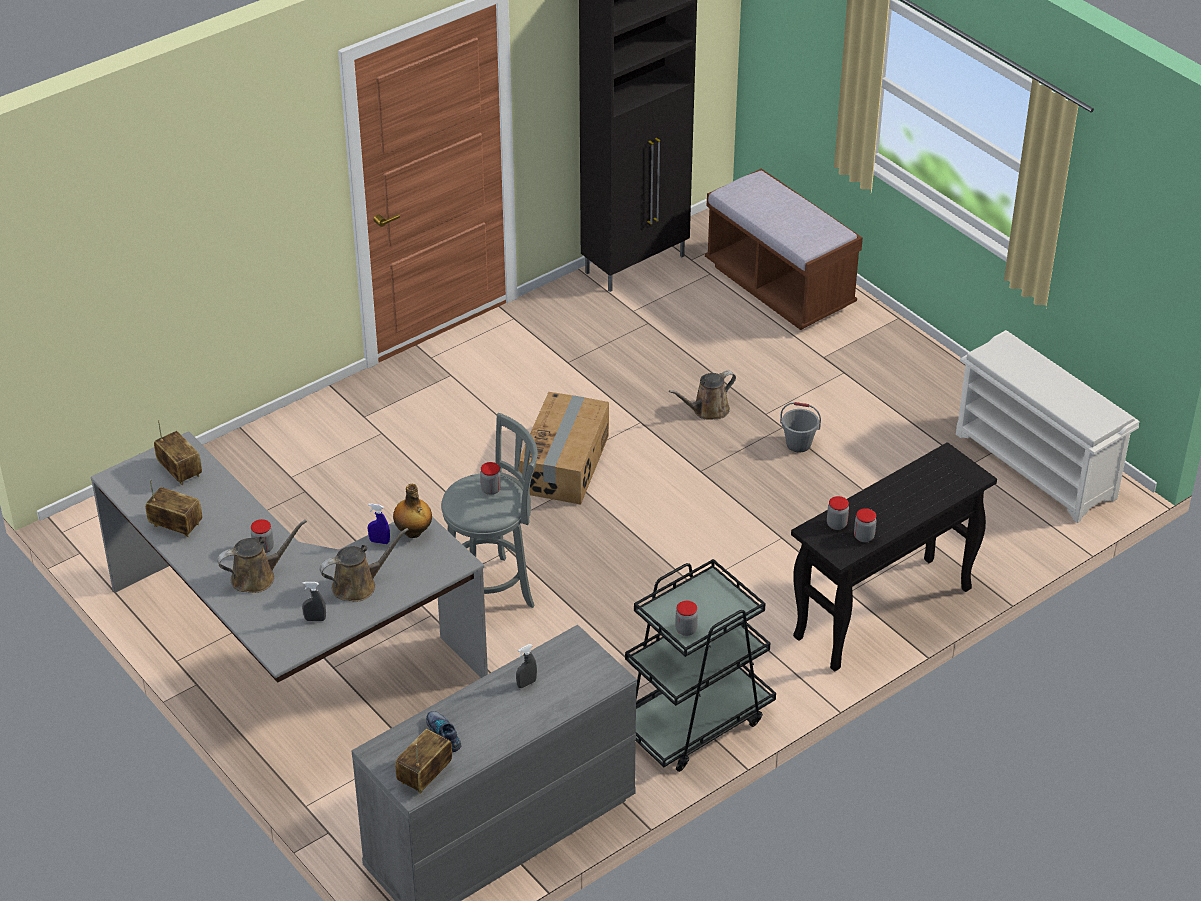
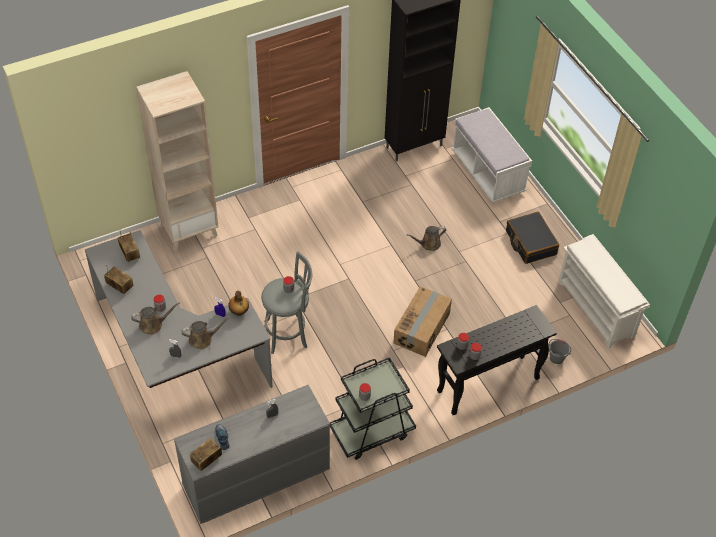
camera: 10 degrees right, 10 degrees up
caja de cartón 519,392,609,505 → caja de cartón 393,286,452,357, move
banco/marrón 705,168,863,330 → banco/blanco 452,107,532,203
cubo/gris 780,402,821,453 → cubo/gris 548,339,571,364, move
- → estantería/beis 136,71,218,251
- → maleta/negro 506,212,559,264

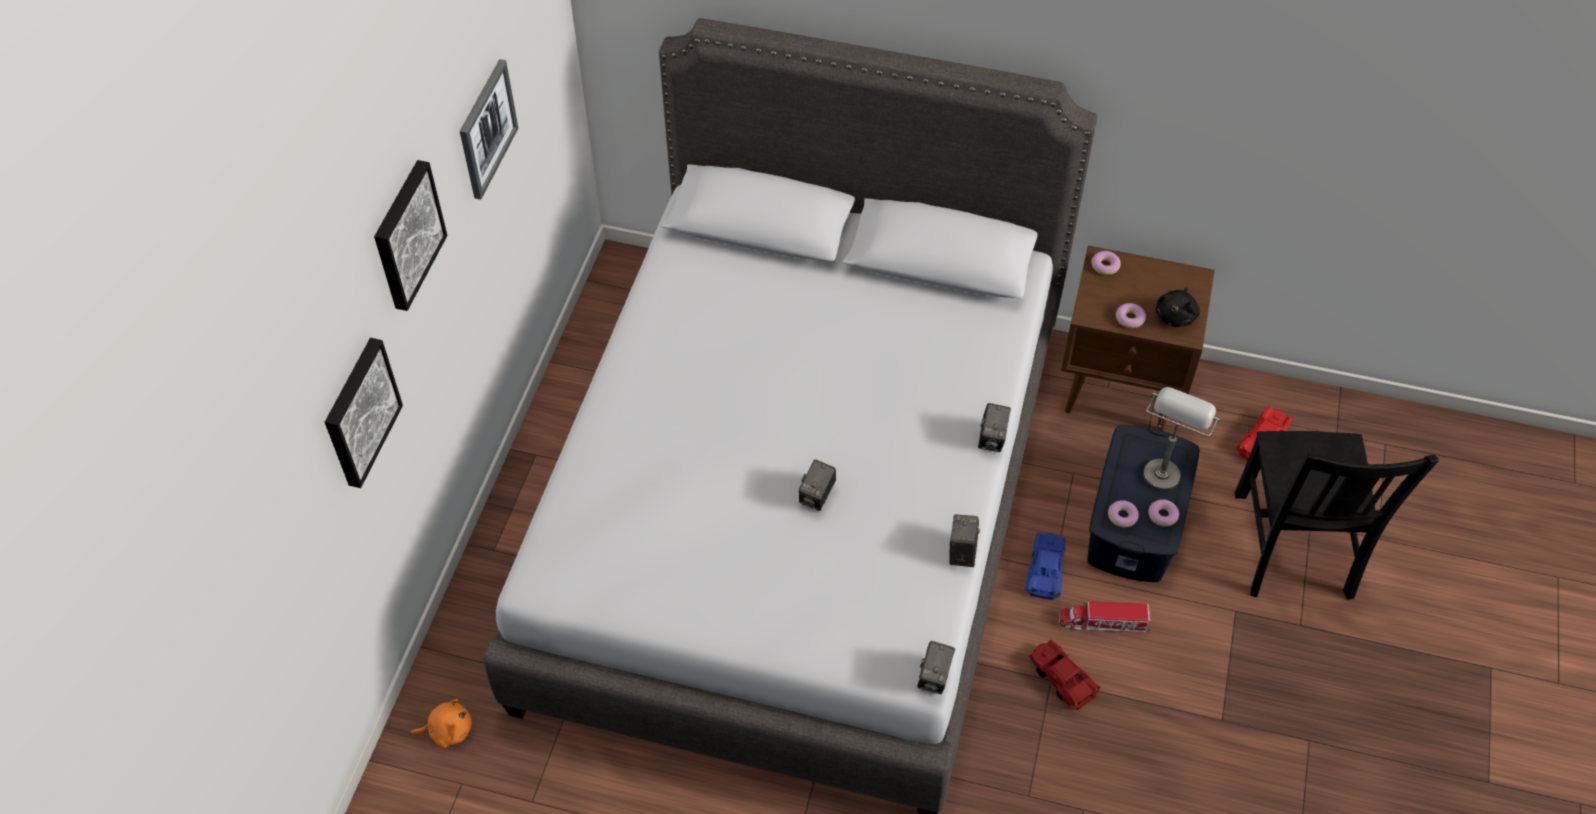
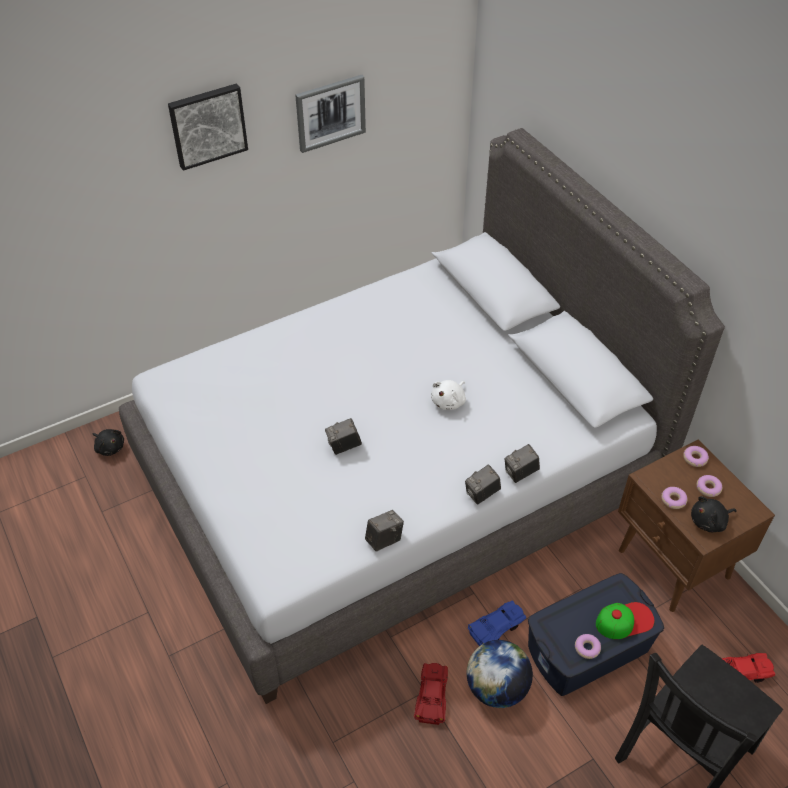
camera: 45 degrees right, 5 degrees down
cuadro 325,338,403,488 → -
peluche/naranja 410,699,472,748 → peluche/negro 92,429,124,456
cámara 917,641,955,694 → cámara 504,444,540,483, move
camión de juguete 1059,600,1150,632 → globo terráqueo 467,640,533,708
rosquilla 1108,500,1139,528 → rosquilla 697,475,722,497, move
lámpara de mesa/gris 1143,387,1220,491 → gorra 596,602,654,639
- → peluche/blanco 431,380,466,410

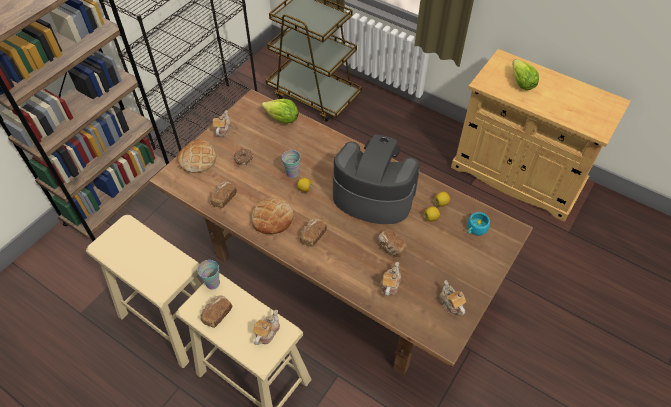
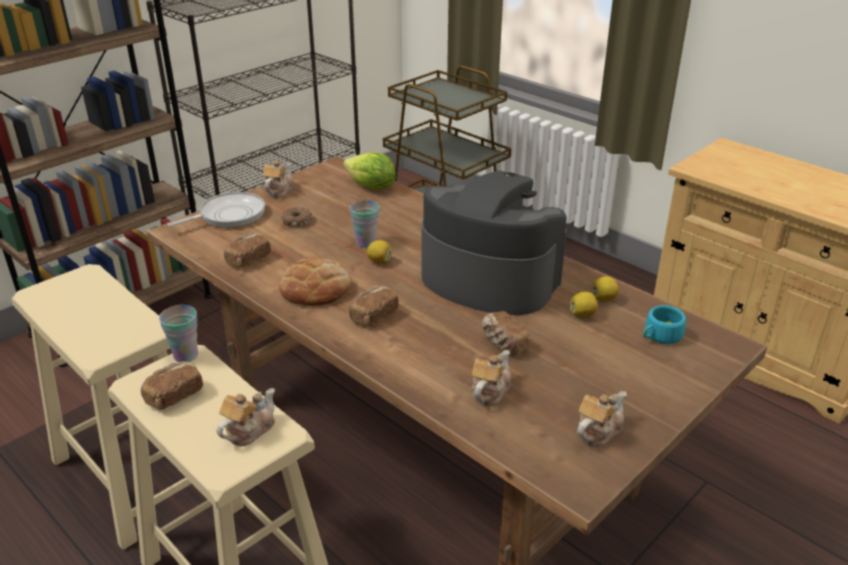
camera: 10 degrees right, 20 degrees down
pan 177,139,217,173 → sartén 168,192,265,228
tetera 440,280,466,316 → tetera 577,391,627,447, 60 degrees clockwise
lechuga 512,59,539,90 → -

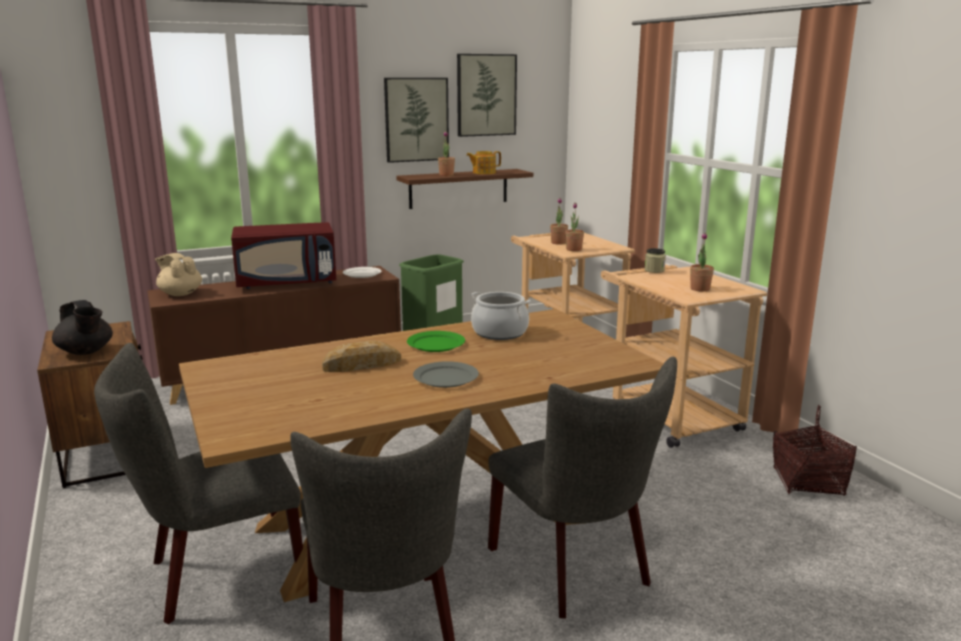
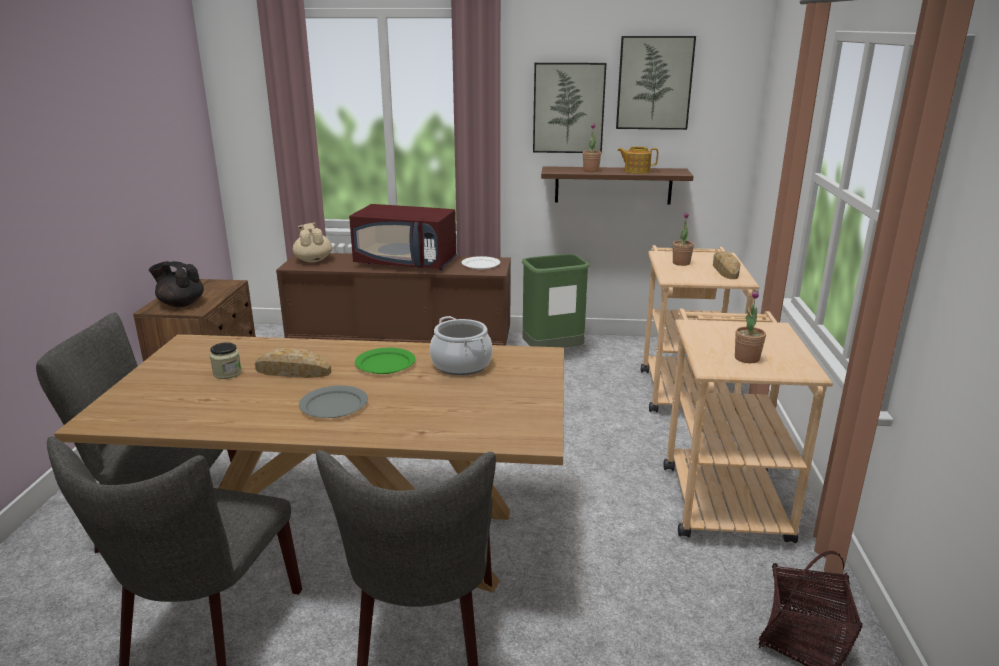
camera: 30 degrees right, 5 degrees up
tetera/negro 52,300,113,355 → tetera/negro 149,261,204,307, 120 degrees clockwise
planta en maceta 565,203,584,251 → -
tarro 645,248,666,273 → tarro 210,342,241,379, move
- → pan 713,252,740,279

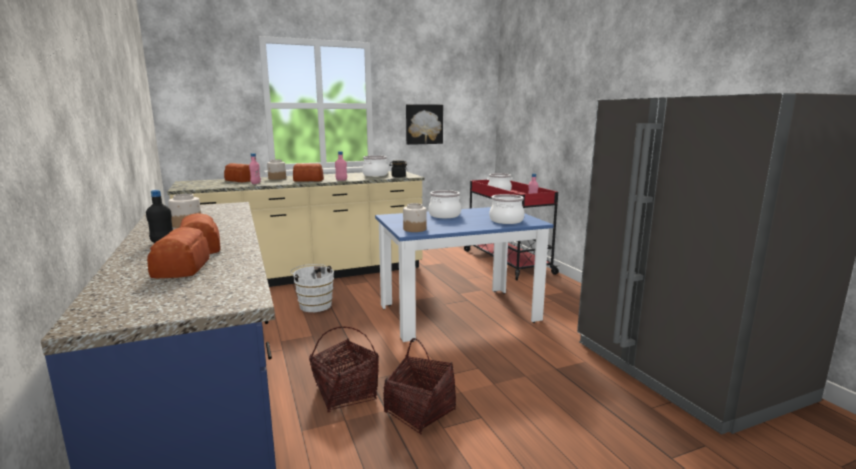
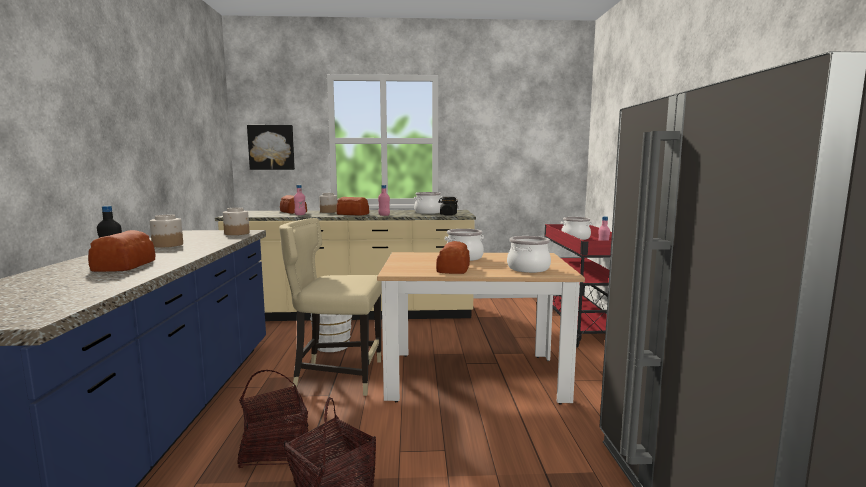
camera: 20 degrees right, 5 degrees down
pan 147,227,210,278 → pan 436,241,470,274, move
mesa de comedor/azul 375,207,553,342 → mesa de comedor/beis 377,252,585,405
tarro 403,203,427,232 → tarro 223,208,249,235, move
cuadro 406,104,443,145 → cuadro 247,125,295,170, move
- → silla/beis 279,218,382,396

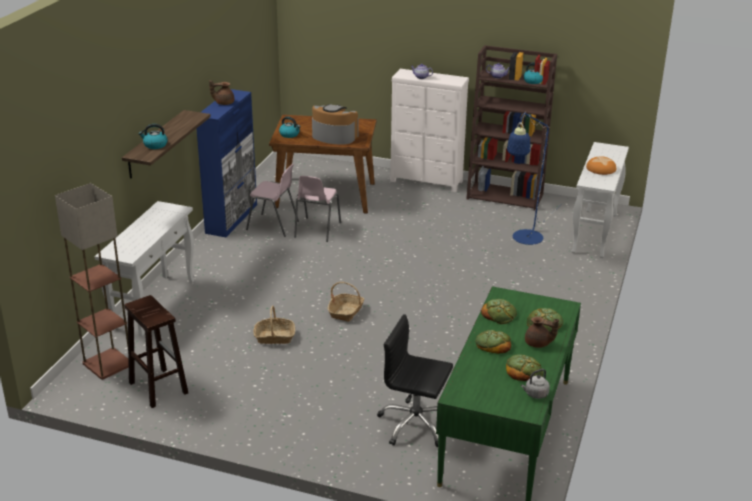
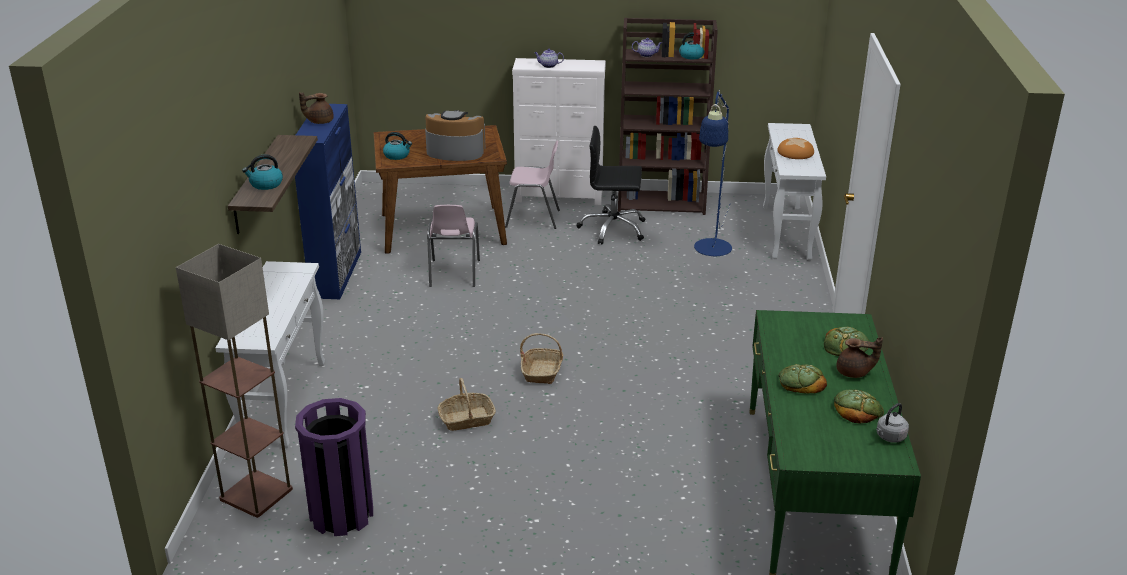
camera: 15 degrees left, 0 degrees up
taburete/marrón 124,295,188,408 → papelera/morado 295,398,373,536
silla/rosa 246,164,299,237 → silla/rosa 505,141,560,229, move
silla de oficina/negro 377,314,453,447 → silla de oficina/negro 577,126,645,245, move
pan 481,299,517,324 → -

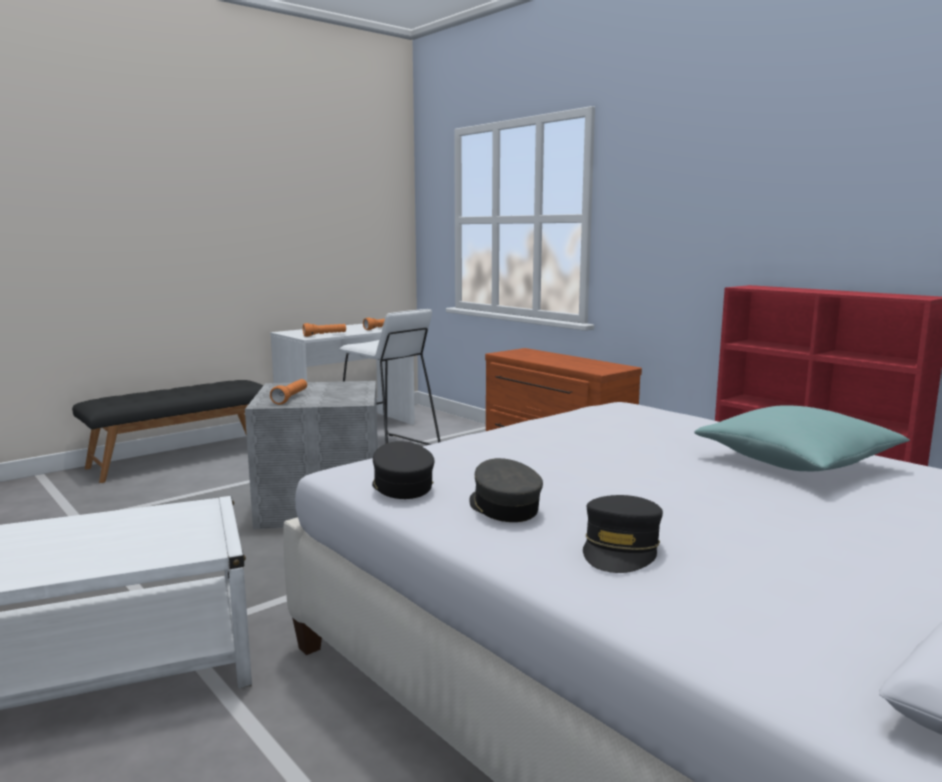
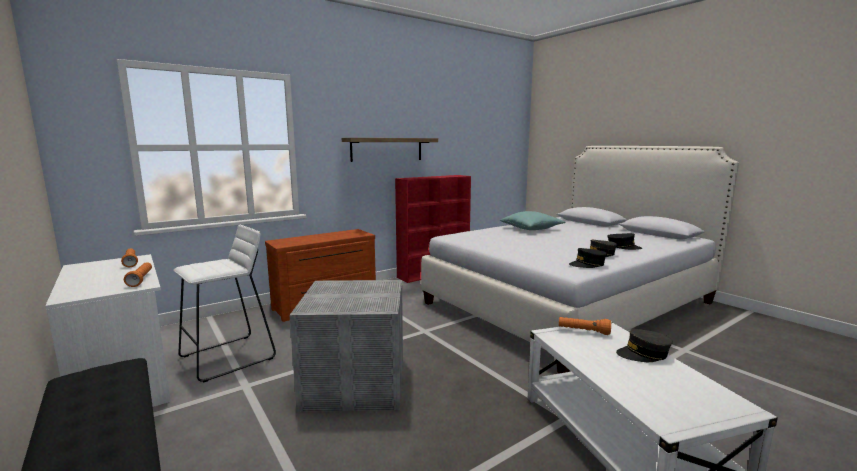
camera: 85 degrees left, 0 degrees up
linterna/naranja 270,379,307,405 → linterna/naranja 559,317,611,335, move
- → estante 342,138,438,162
- → gorra/gris 616,329,673,362

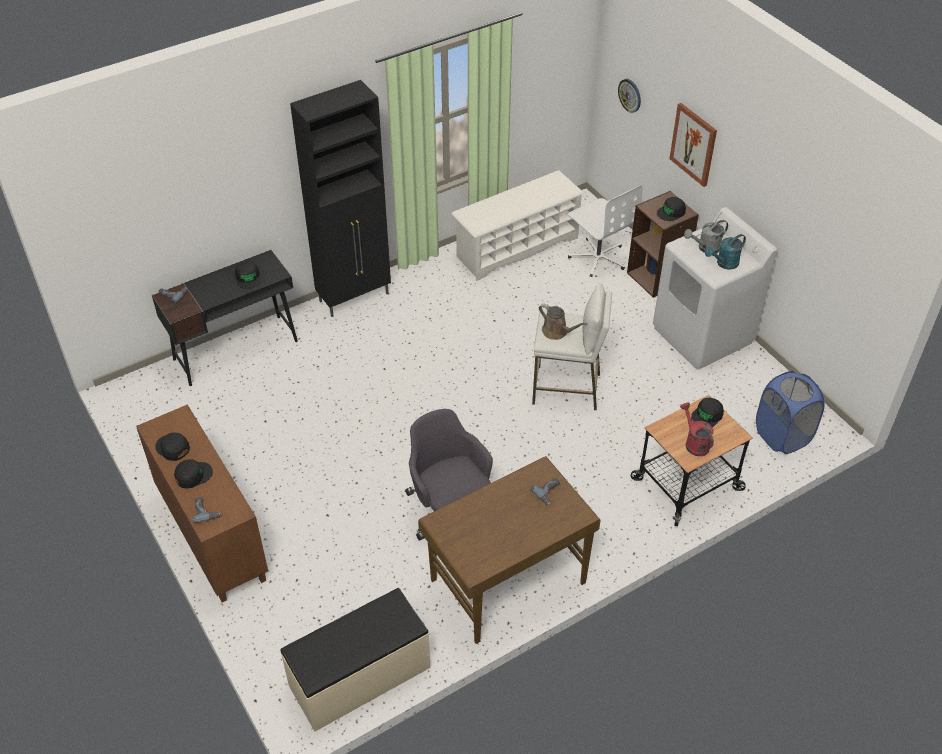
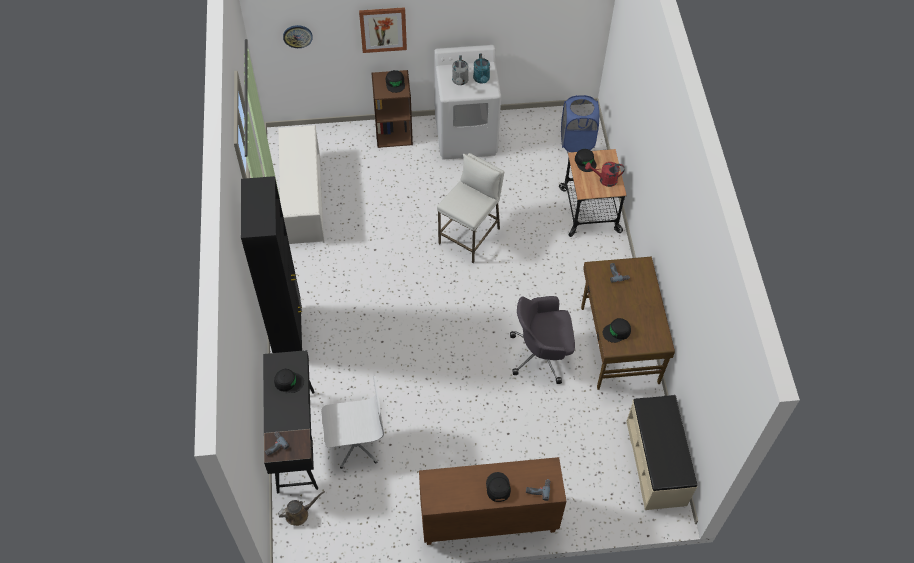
camera: 65 degrees left, 10 degrees up
gorra/negro 155,432,190,461 → gorra/negro 603,318,631,343, move
regadera/marrón 539,304,587,340 → regadera/marrón 278,491,325,526, move
silla de oficina/blanco 568,185,643,277 → silla de oficina/blanco 321,376,384,469, move

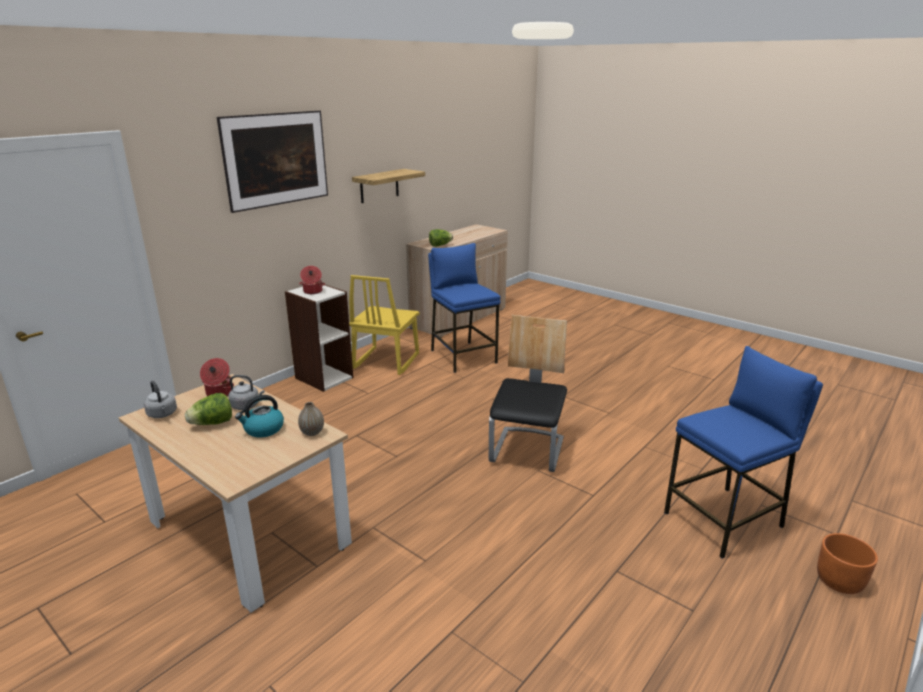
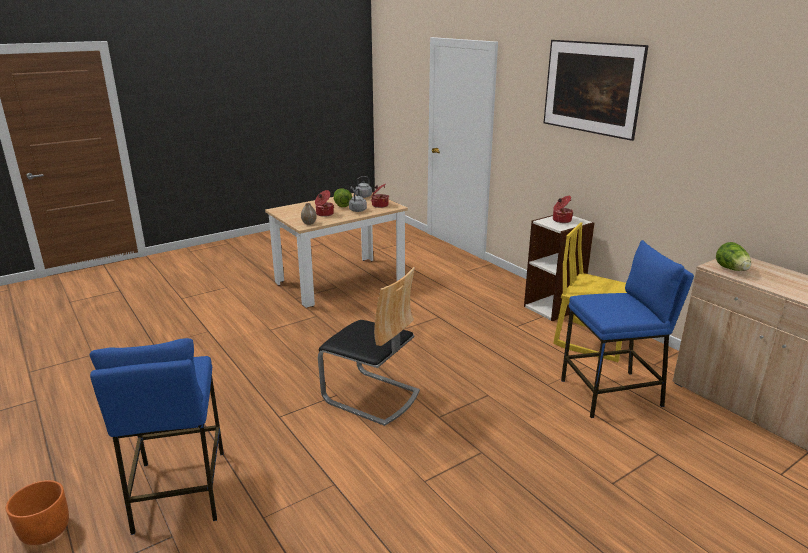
camera: 105 degrees right, 0 degrees up
hervidor 235,395,284,438 → olla 315,190,334,217
estante 352,169,425,203 → -

